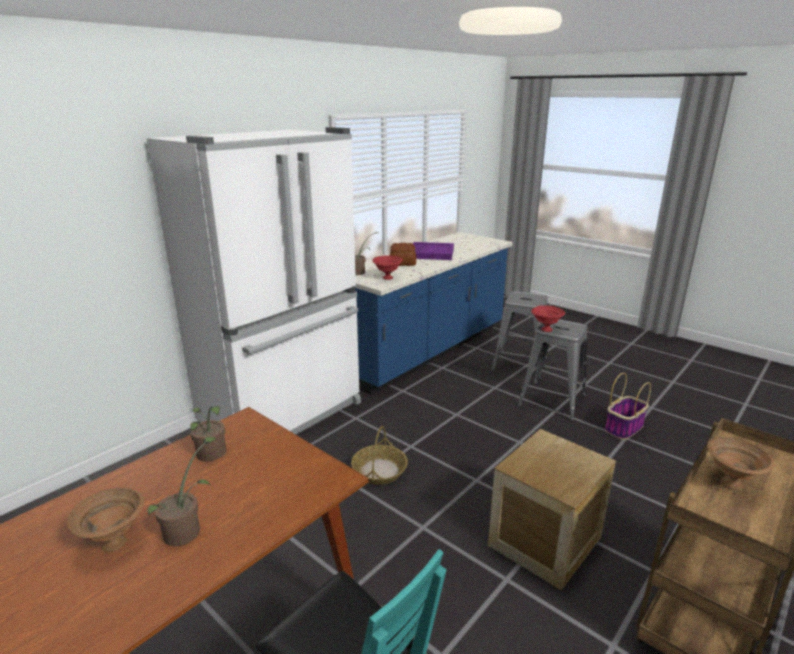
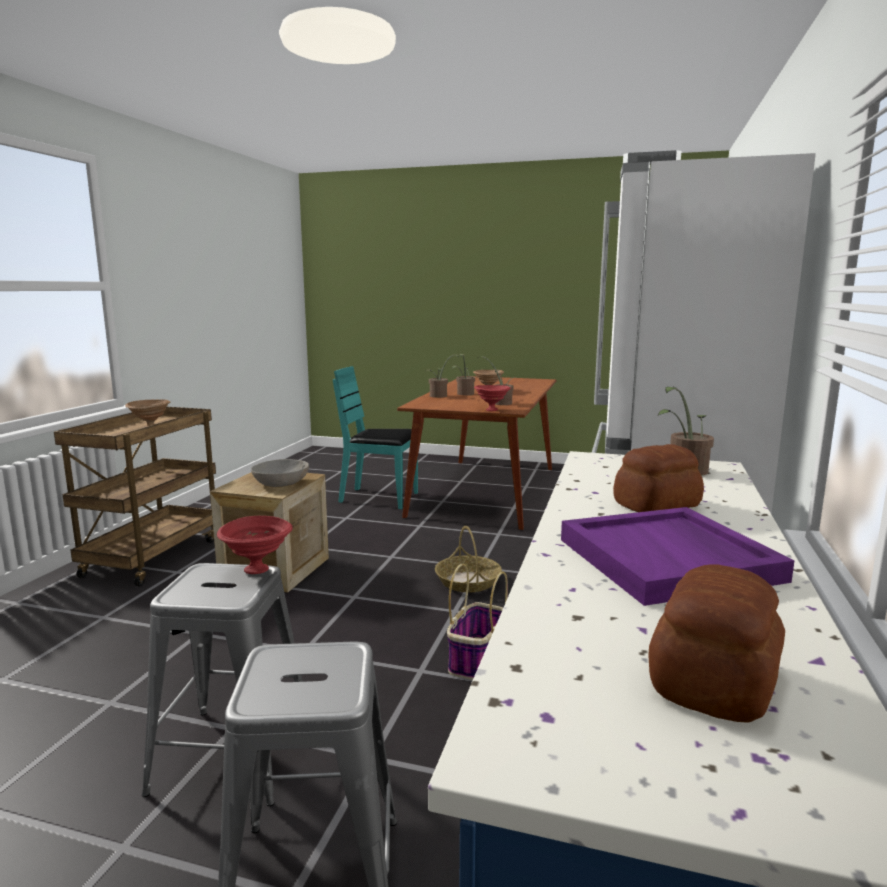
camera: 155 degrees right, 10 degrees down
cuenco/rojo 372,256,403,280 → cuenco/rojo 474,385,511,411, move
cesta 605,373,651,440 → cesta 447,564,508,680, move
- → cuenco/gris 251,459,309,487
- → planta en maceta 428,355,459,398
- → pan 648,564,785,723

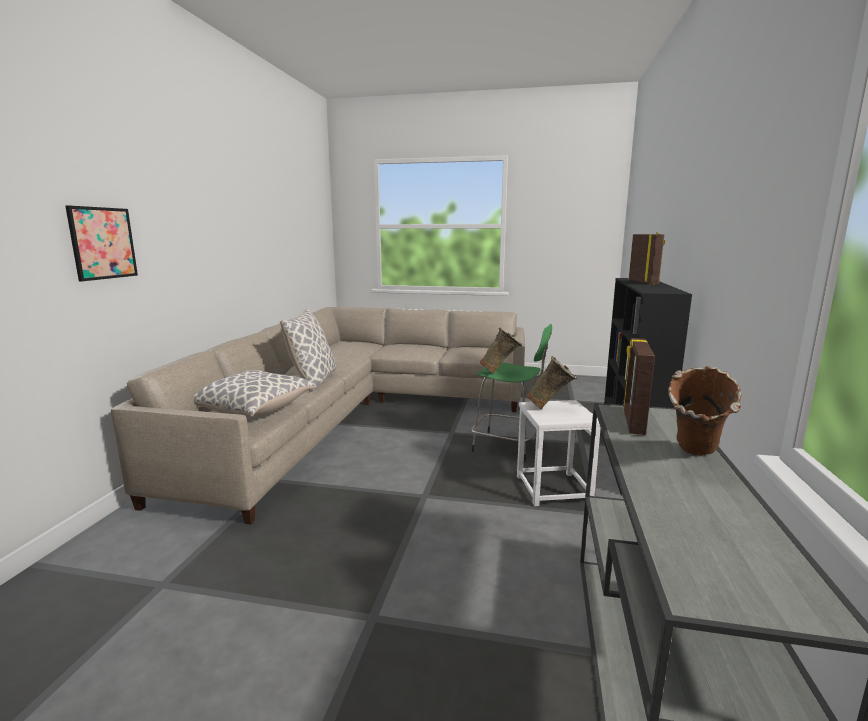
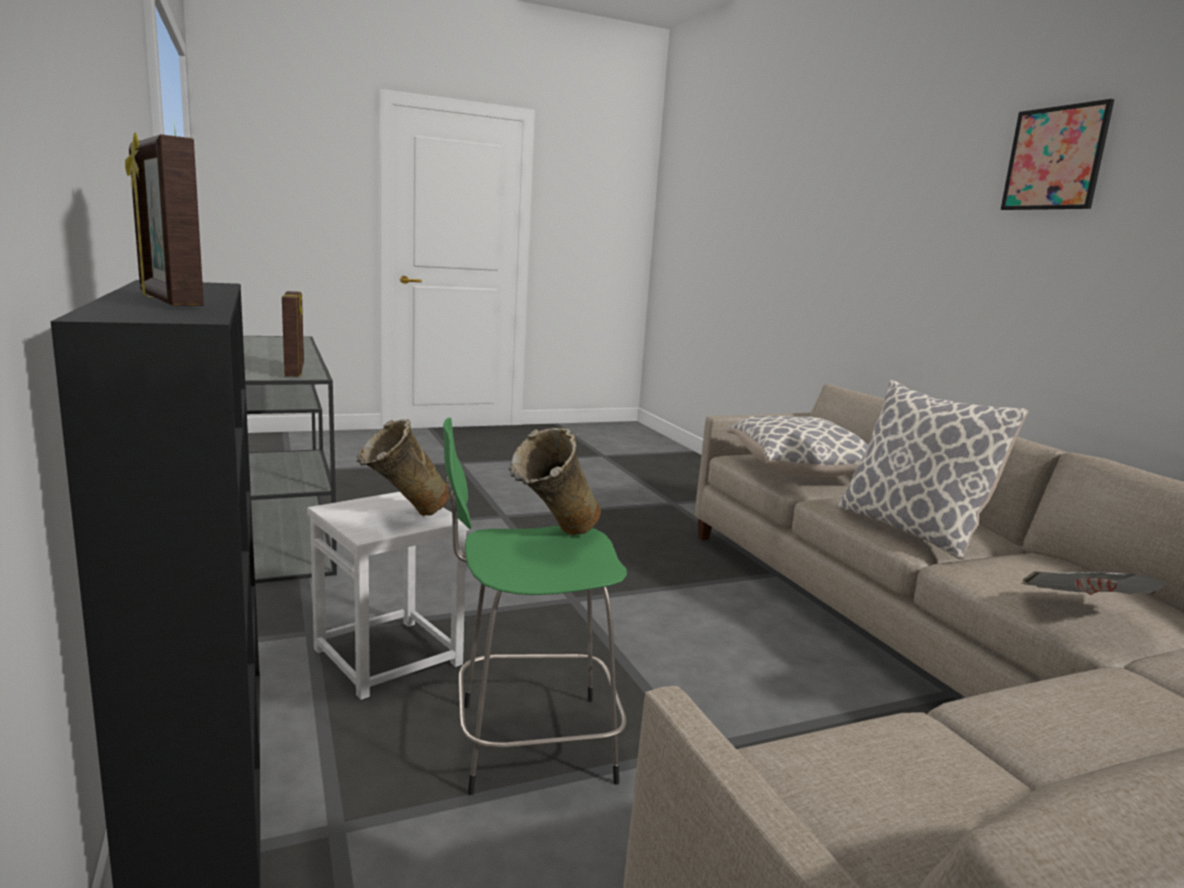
camera: 145 degrees right, 0 degrees up
cuadro 65,205,138,281 → cuadro 1001,99,1114,210, move
florero/marrón 668,366,741,456 → -
- → periódico 1022,572,1166,595

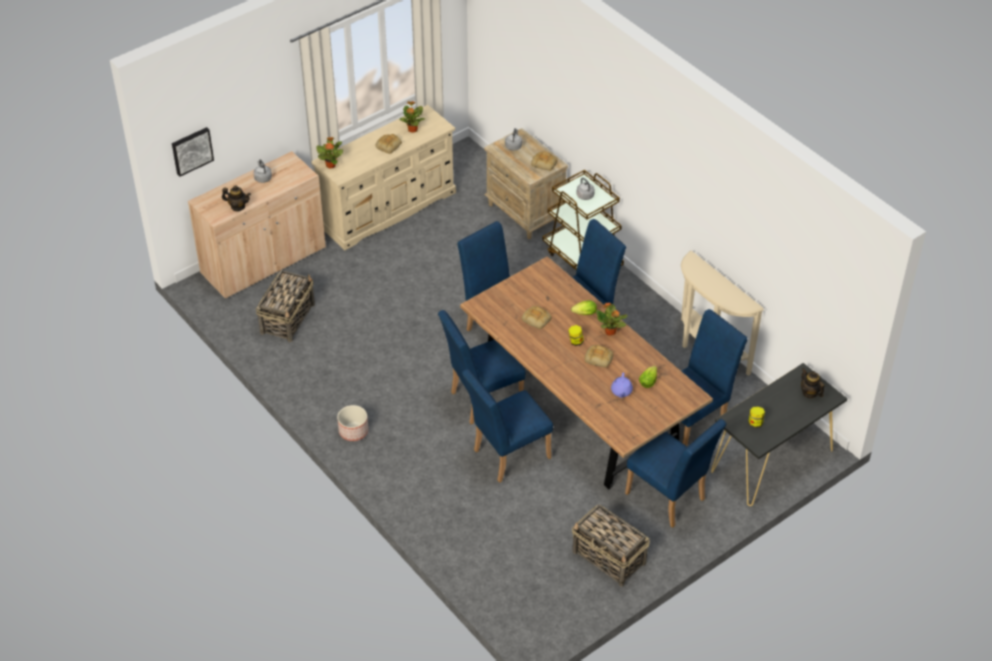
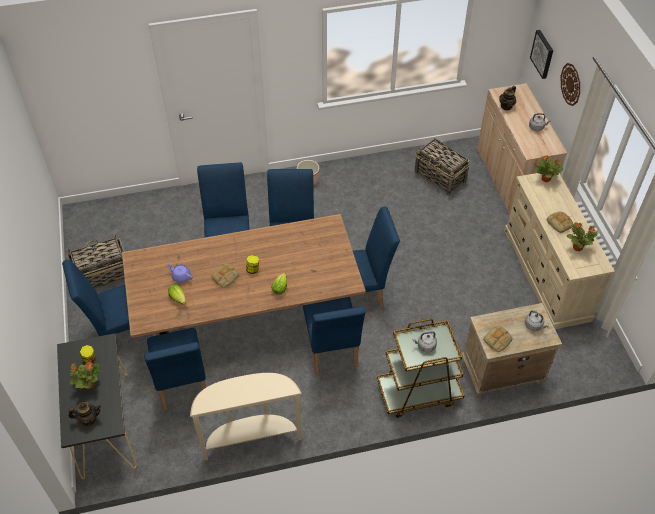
camera: 115 degrees right, 5 degrees up
pan 522,306,552,329 → -
planta en maceta 596,302,628,336 → planta en maceta 69,362,100,390, move
- → reloj de pared 561,63,580,106

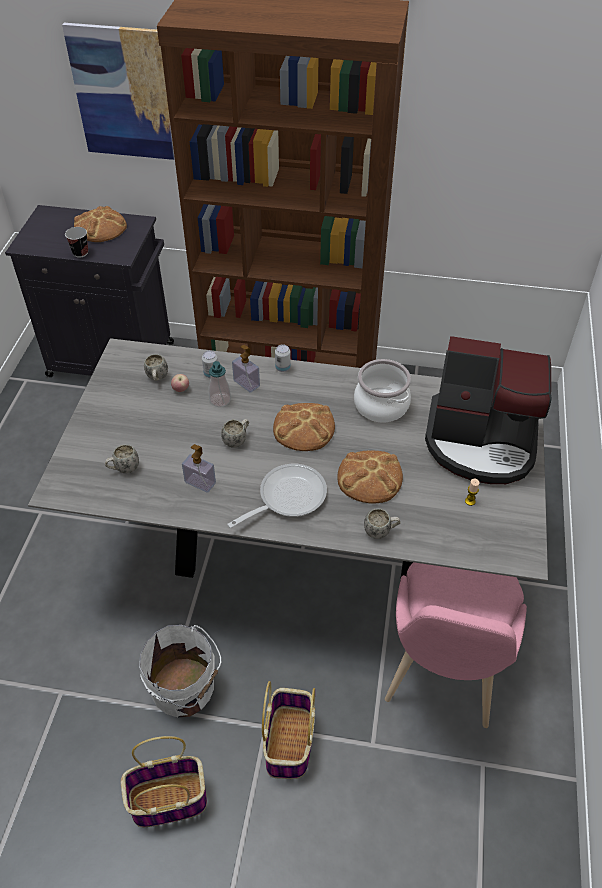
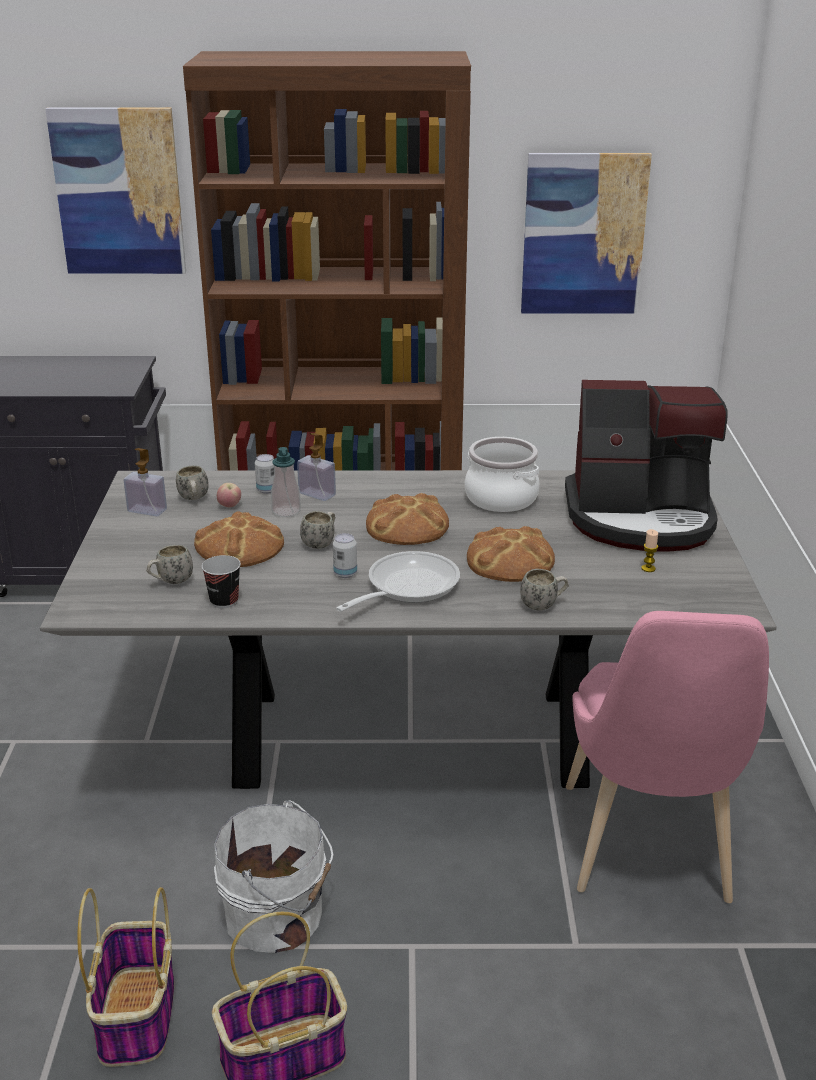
camera: 10 degrees left, 20 degrees down
taza 65,227,88,258 → taza 202,555,241,608, move
pan 74,206,127,242 → pan 194,511,284,567, move
dispensador de jabón 182,444,216,493 → dispensador de jabón 124,448,167,516, move
cesta 262,681,315,779 → cesta 77,887,174,1067, move
lata 275,344,291,372 → lata 333,533,357,578, move
- → cuadro 521,153,652,313

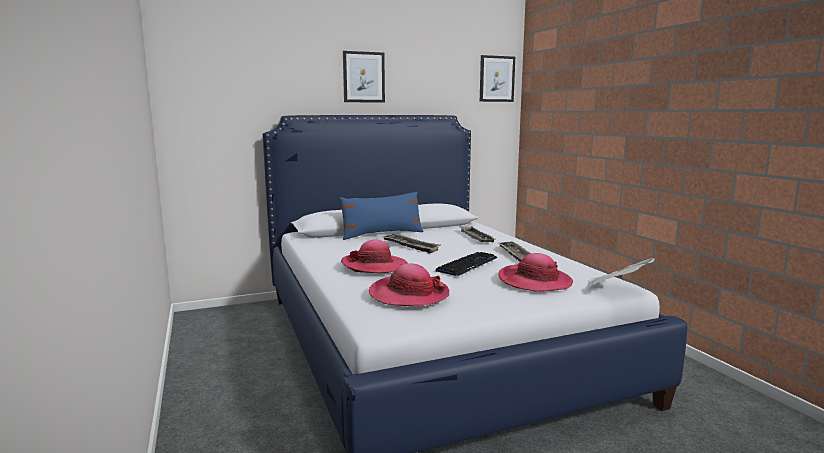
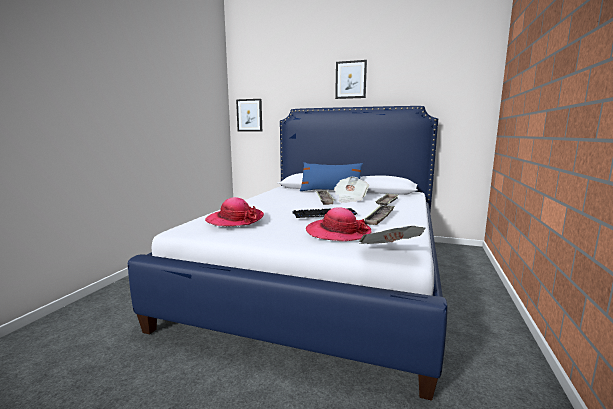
camera: 40 degrees right, 0 degrees up
sombrero 341,239,408,273 → -
cuadro 480,55,515,102 → cuadro 236,99,262,132, move
- → periódico 334,177,369,203

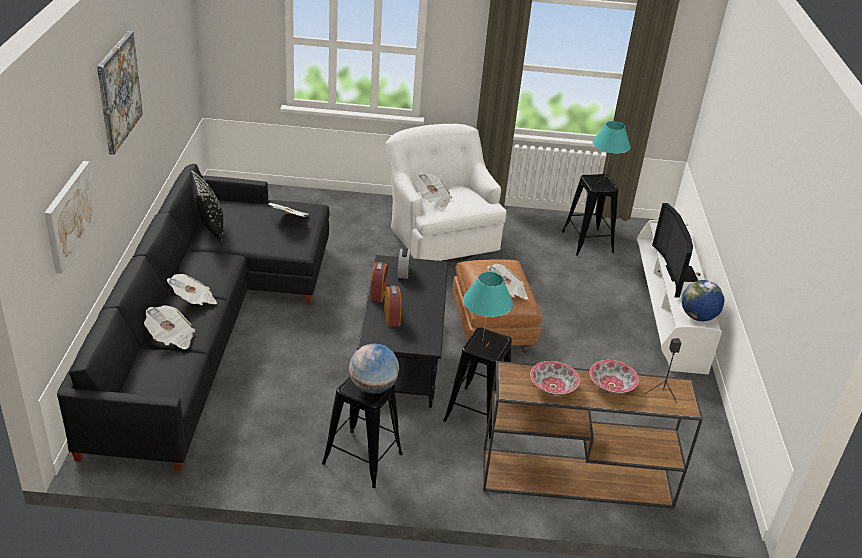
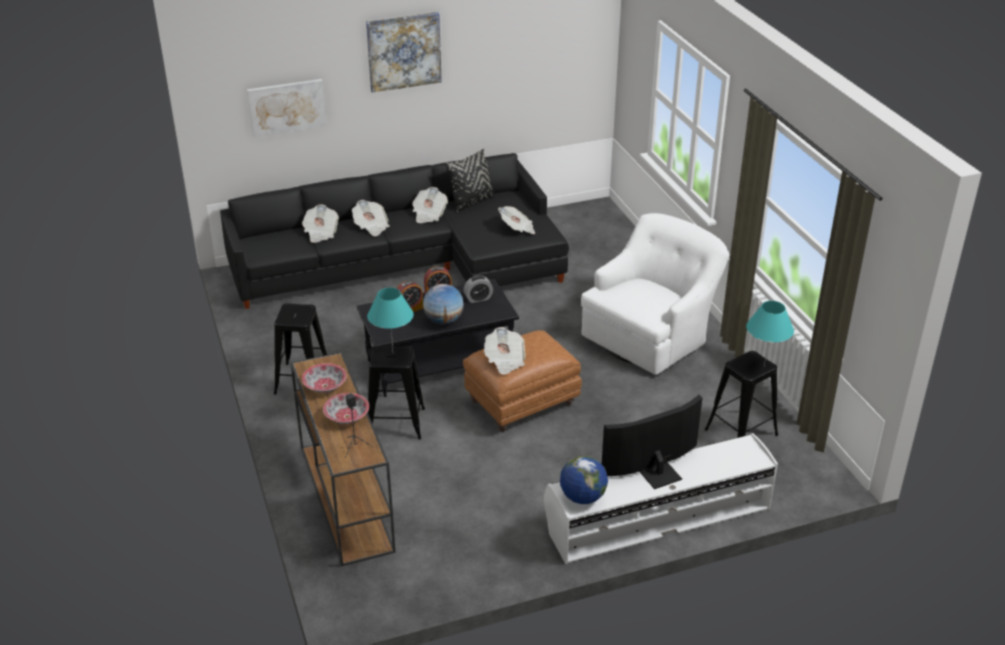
camera: 70 degrees right, 0 degrees up
globo terráqueo 349,344,399,394 → globo terráqueo 423,284,464,325, move
periódico 416,173,452,209 → periódico 412,187,448,223, move

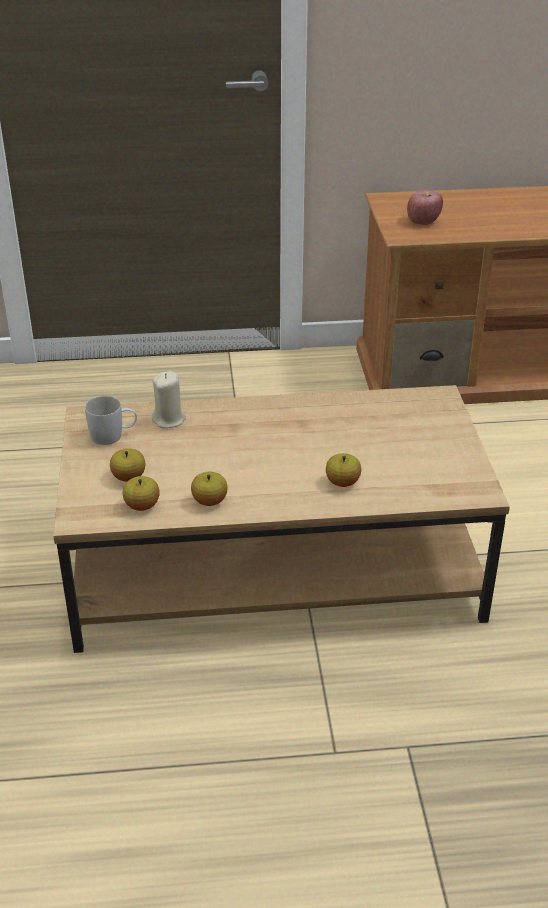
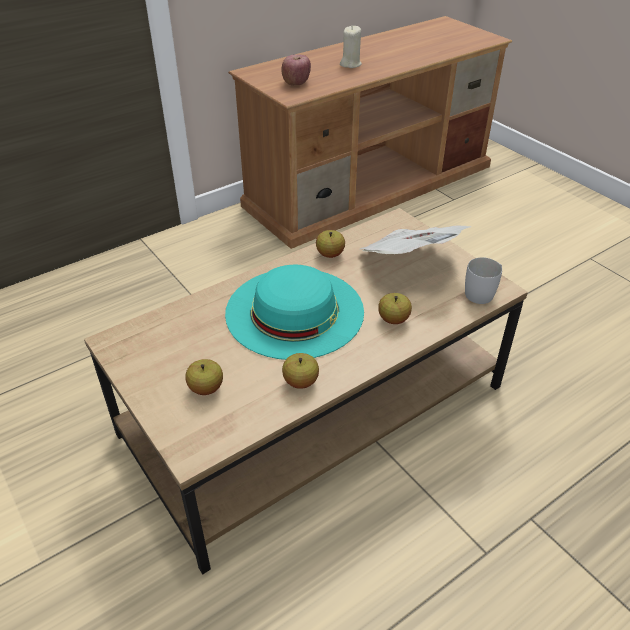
camera: 30 degrees left, 5 degrees up
taza grande/blanco 85,396,137,445 → taza grande/blanco 465,257,502,304, move
manzana 123,476,159,511 → manzana 316,230,345,258, move
vela/beis 152,371,186,428 → vela/beis 340,25,362,68, move
- → sombrero/turquesa 225,265,364,360
- → periódico 360,225,471,254

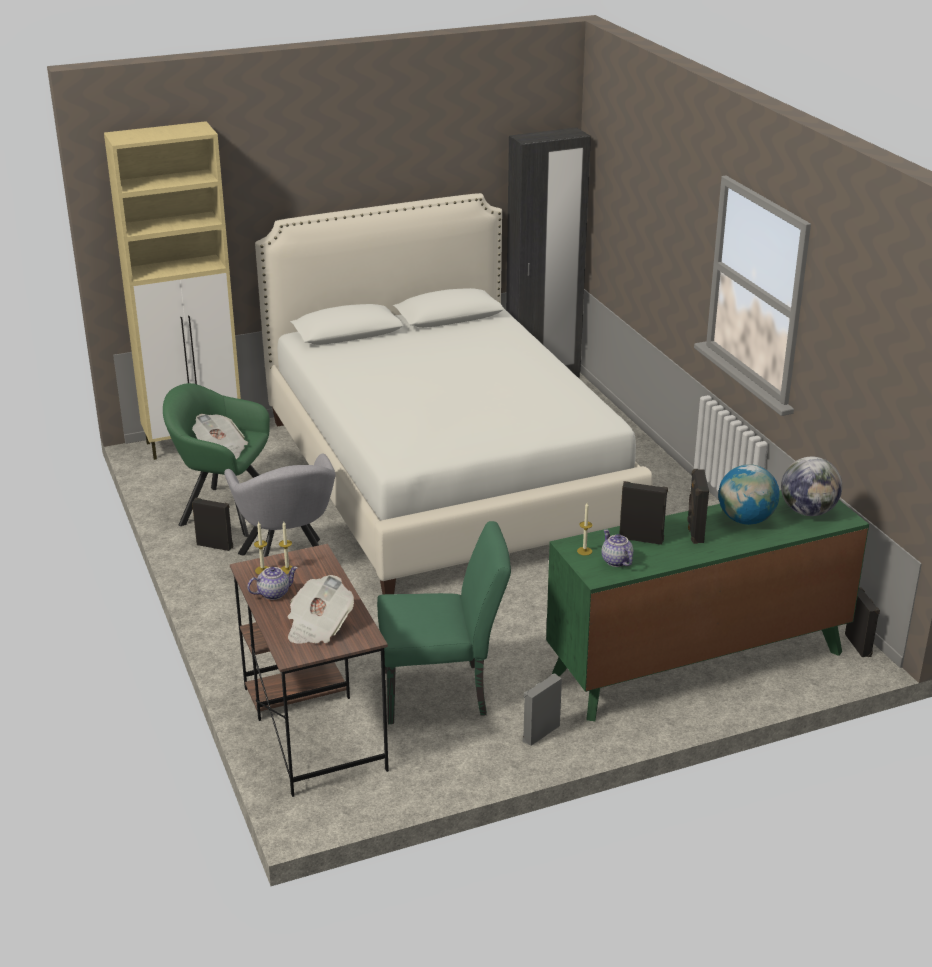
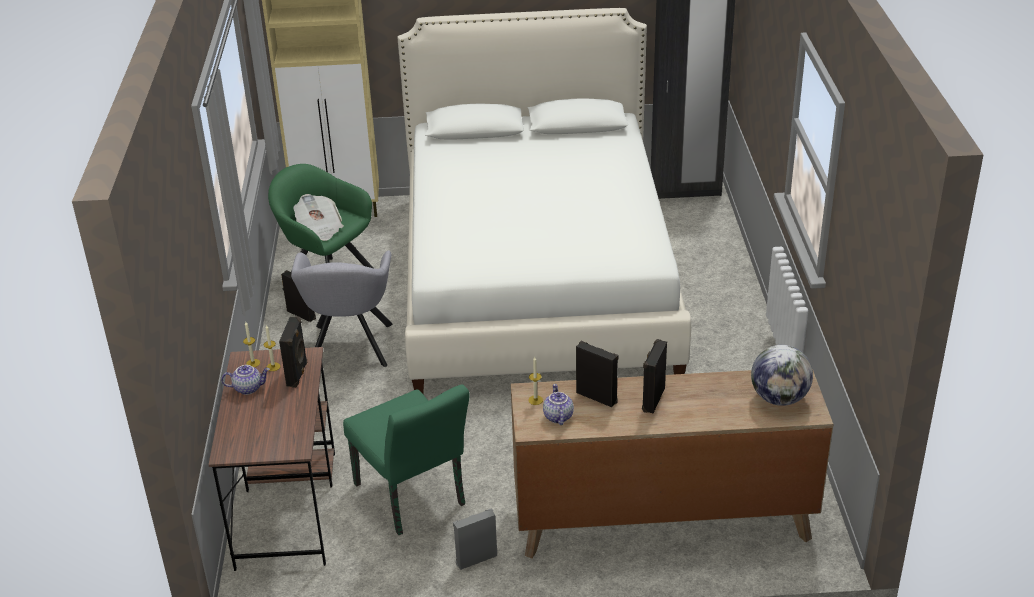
camera: 20 degrees right, 5 degrees up
periódico 288,575,354,644 → -
silla/verde 377,521,511,724 → silla/verde 343,384,470,535, 45 degrees clockwise
cómoda/verde 546,490,869,721 → cómoda/marrón 511,369,833,558
globo terráqueo 718,464,780,525 → -
altavoz/negro 845,587,880,657 → altavoz/negro 279,316,307,388, move

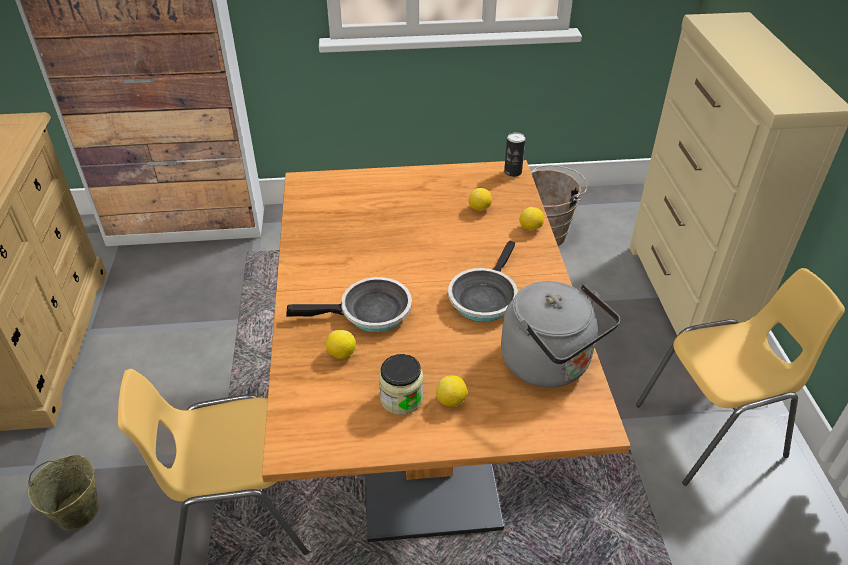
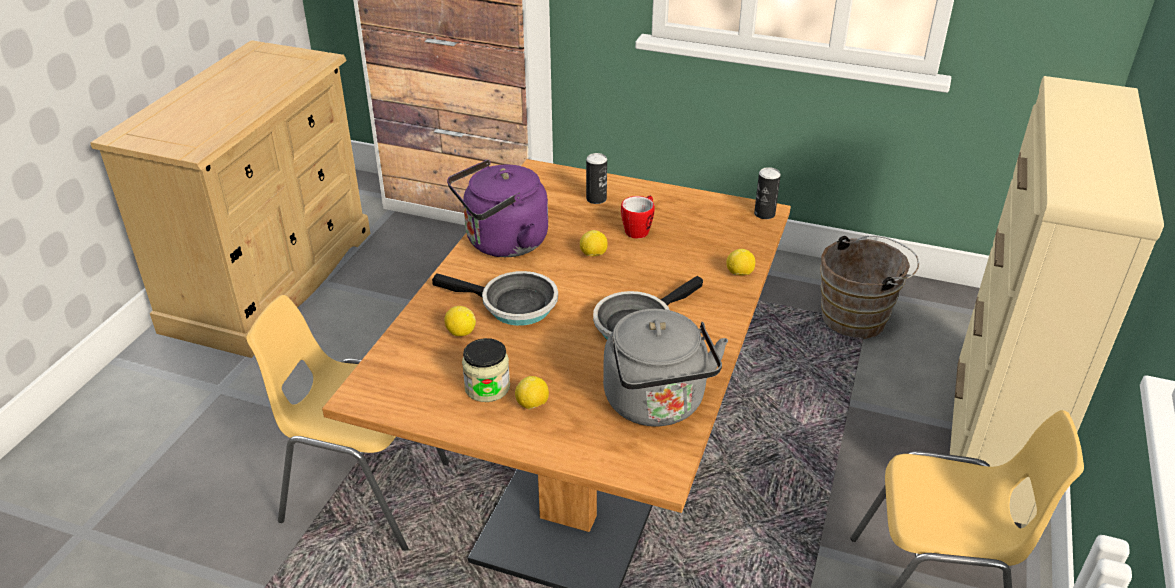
camera: 25 degrees right, 5 degrees down
cubo/beis 28,455,99,530 → -
limón 468,188,492,211 → limón 580,230,607,256, move
- → hervidor/morado 447,159,548,257
- → lata 586,153,607,204
- → taza grande 621,195,655,239

